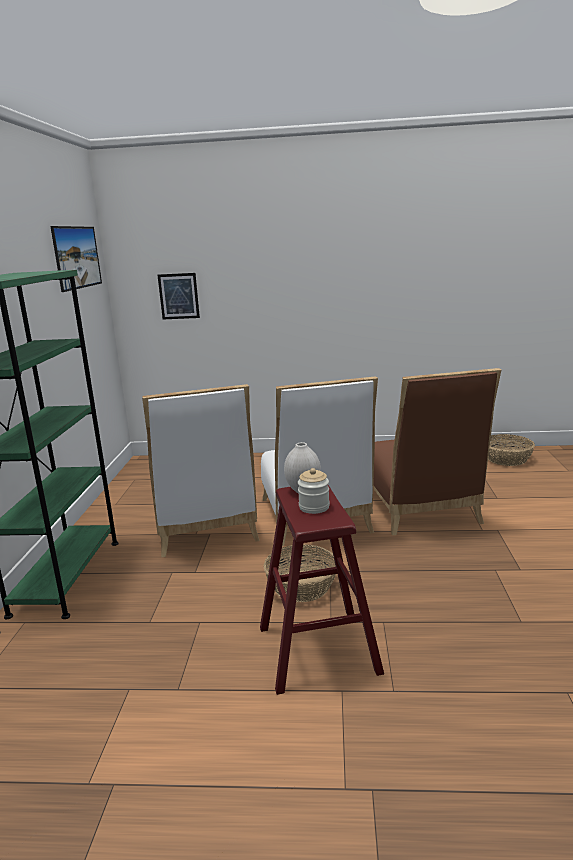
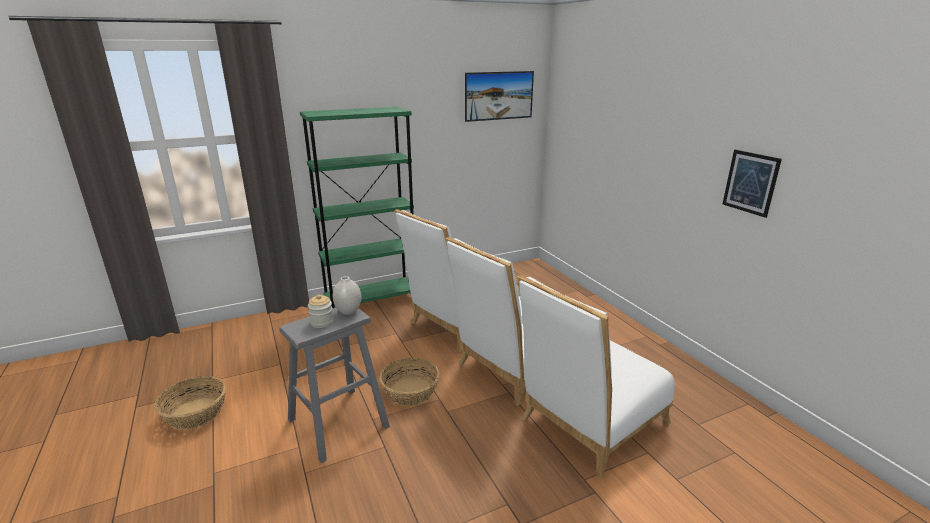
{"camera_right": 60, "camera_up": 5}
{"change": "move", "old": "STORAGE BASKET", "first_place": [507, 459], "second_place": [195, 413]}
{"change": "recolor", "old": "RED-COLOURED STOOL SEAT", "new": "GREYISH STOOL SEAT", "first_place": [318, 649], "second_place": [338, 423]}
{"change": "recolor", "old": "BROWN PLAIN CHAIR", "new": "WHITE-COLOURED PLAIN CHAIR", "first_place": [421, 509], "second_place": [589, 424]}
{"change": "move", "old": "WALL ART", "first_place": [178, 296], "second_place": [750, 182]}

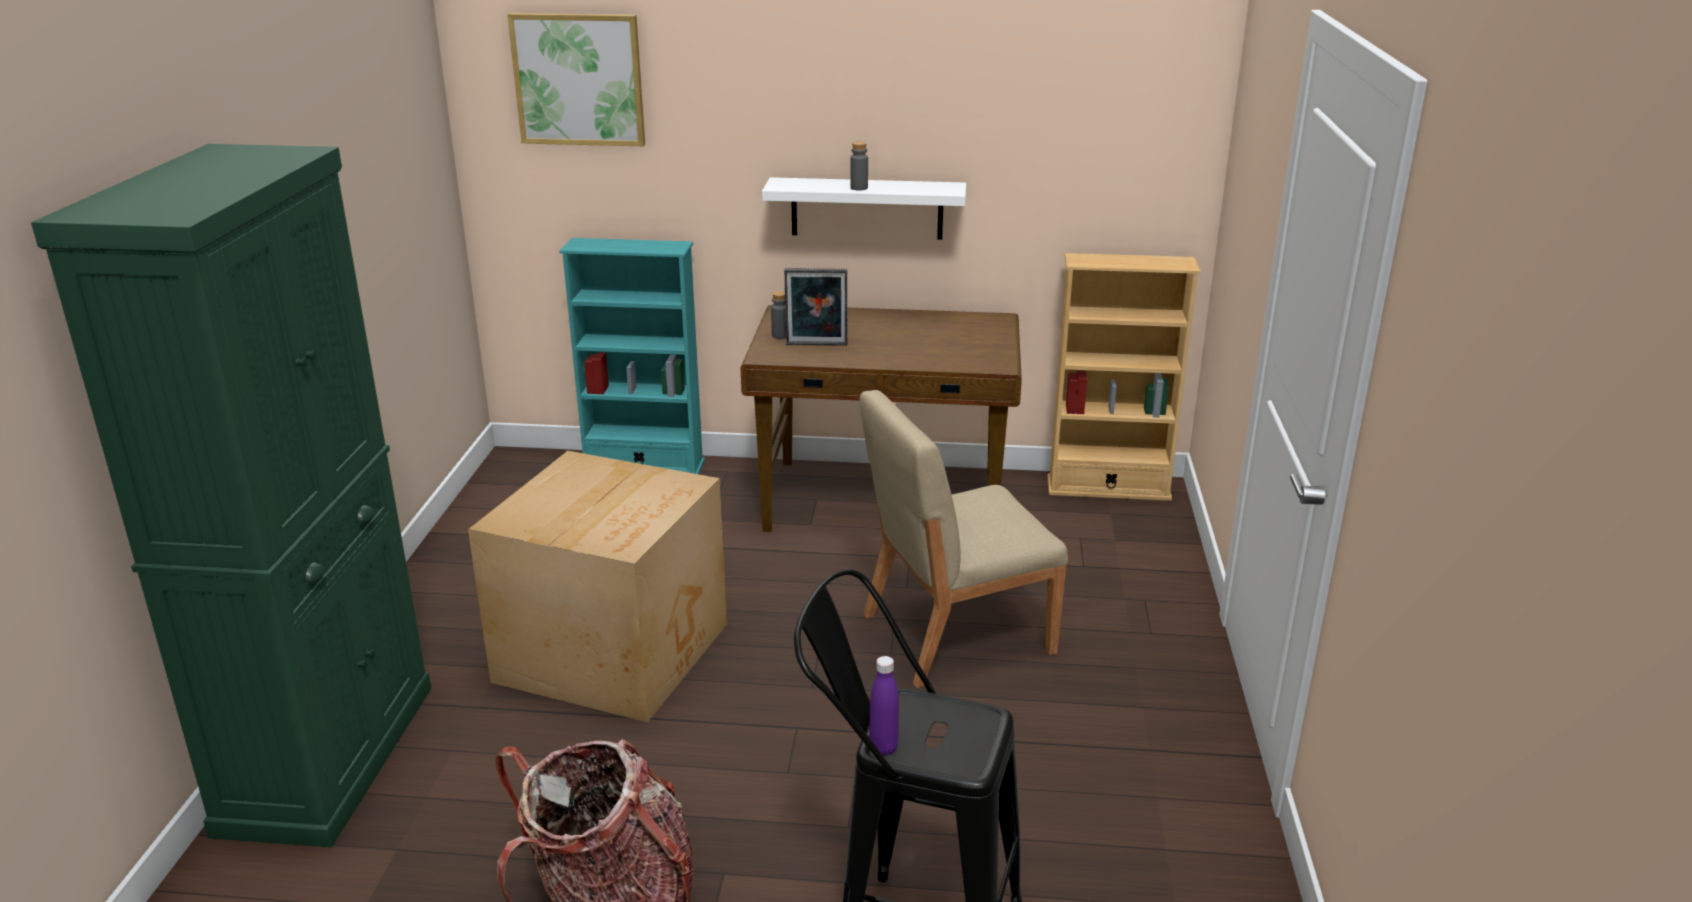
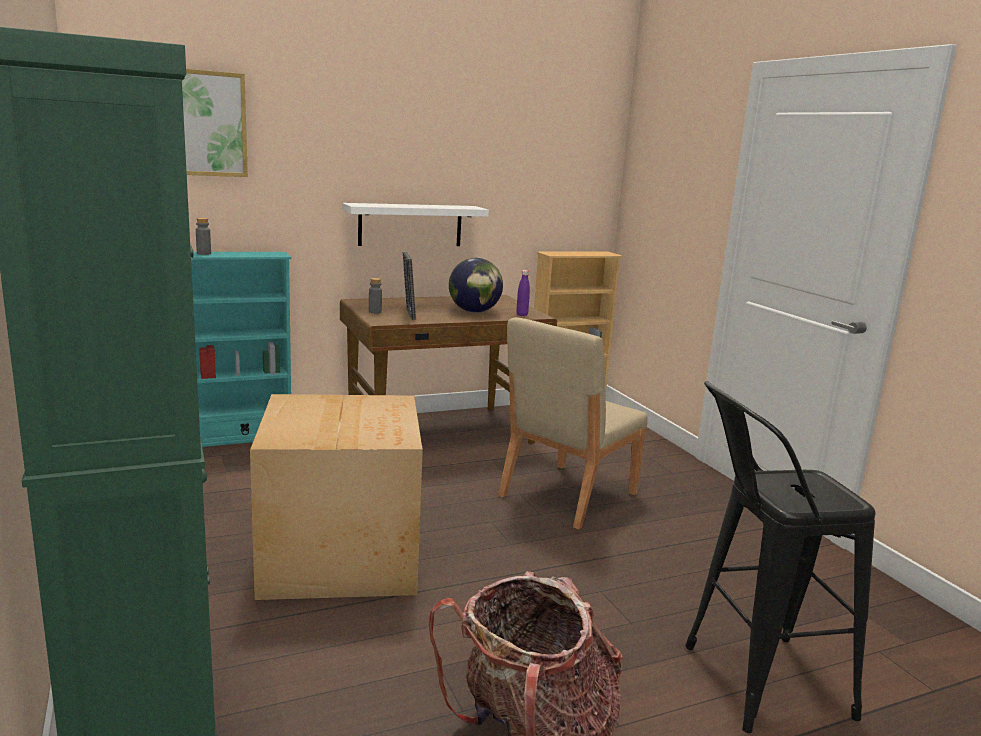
{"camera_right": -30, "camera_up": -10}
{"change": "move", "old": "GREYISH DRINK BOTTLE", "first_place": [859, 188], "second_place": [204, 253]}
{"change": "rotate", "old": "PICTURE FRAME", "first_place": [816, 345], "second_place": [408, 314], "degrees": 105}
{"change": "insert", "new": "GLOBE", "second_place": [474, 311]}
{"change": "move", "old": "PURPLE DRINK BOTTLE", "first_place": [883, 748], "second_place": [522, 315]}

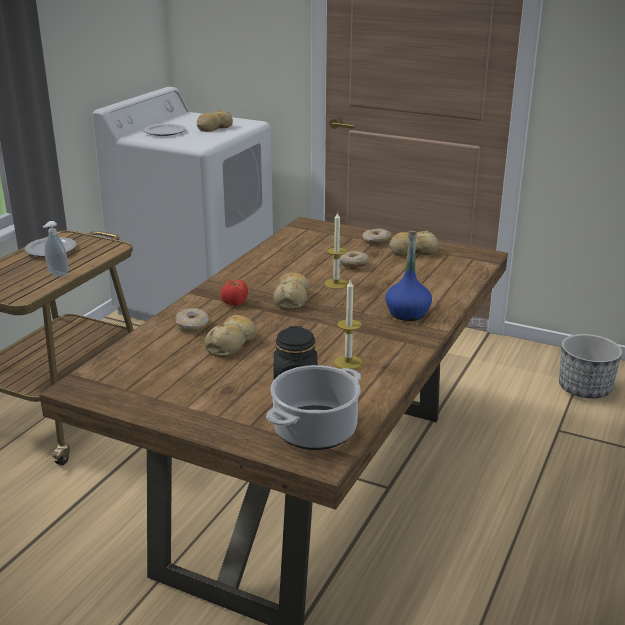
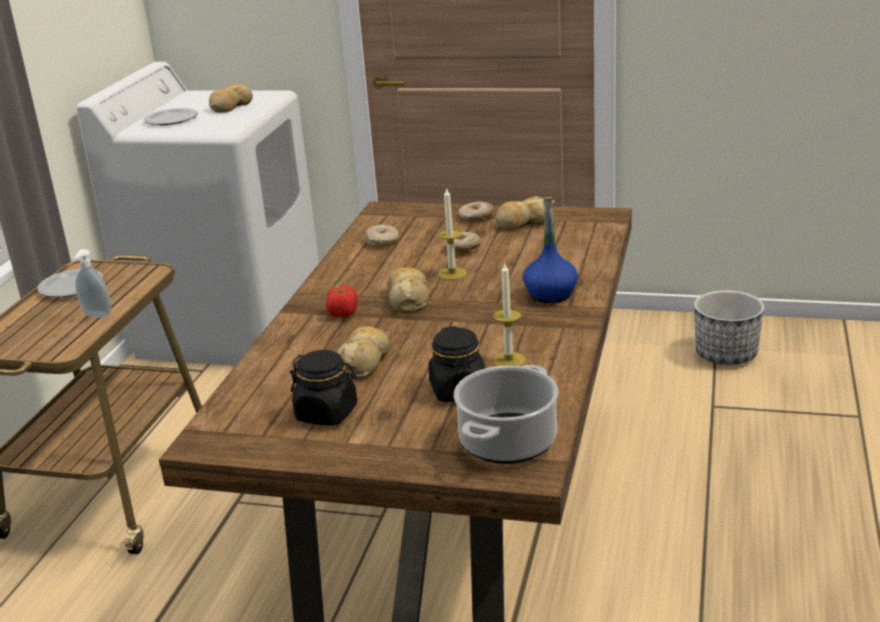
{"camera_right": -10, "camera_up": 0}
{"change": "insert", "new": "BLACK JAR", "second_place": [327, 413]}
{"change": "move", "old": "DOUGHNUT", "first_place": [192, 326], "second_place": [382, 242]}

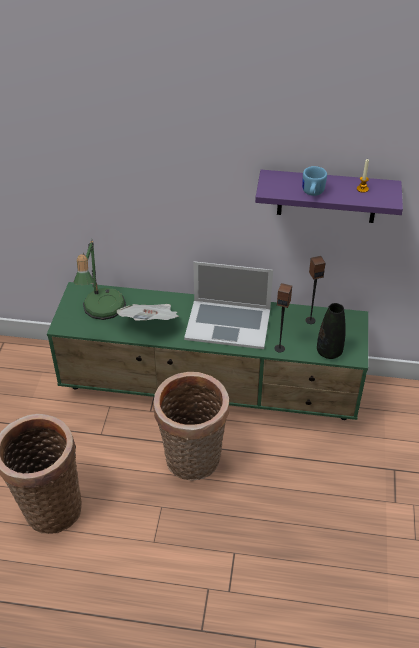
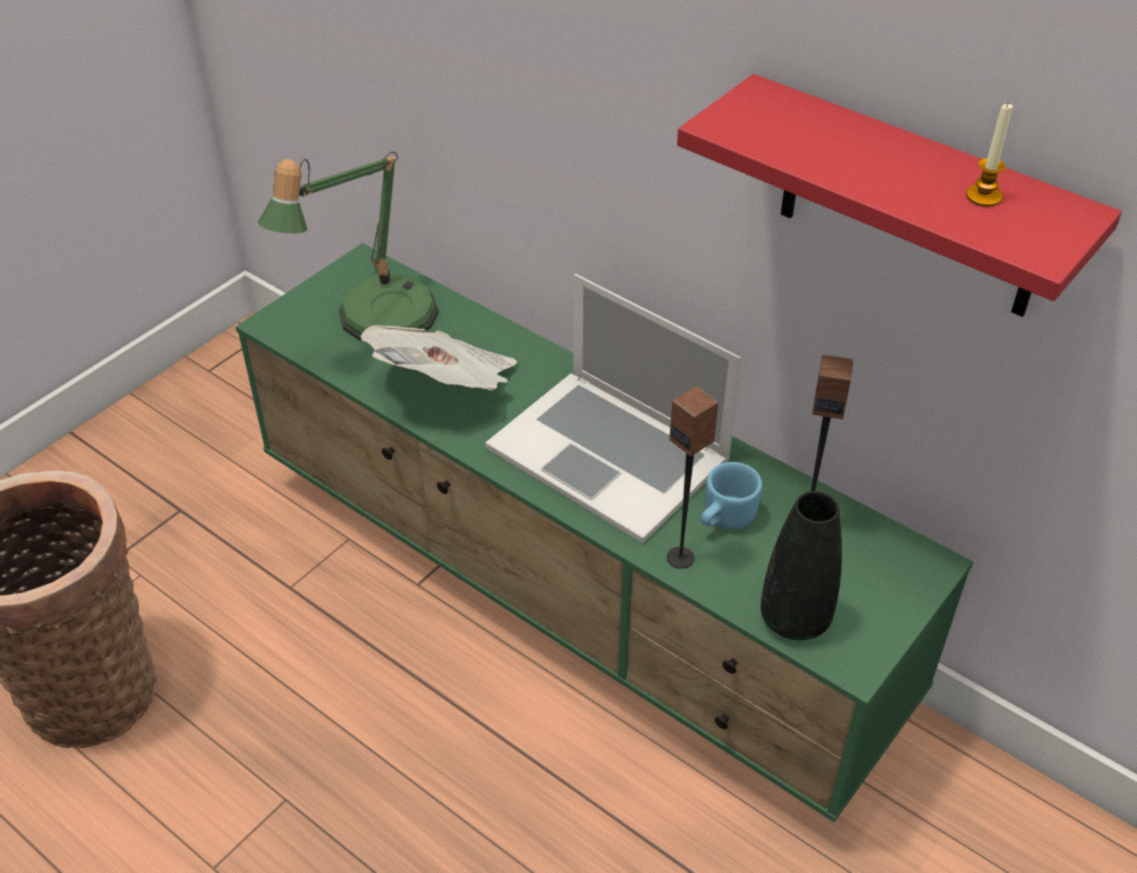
{"camera_right": 30, "camera_up": 0}
{"change": "recolor", "old": "PURPLE SHELF", "new": "RED-COLOURED SHELF", "first_place": [327, 196], "second_place": [911, 201]}
{"change": "move", "old": "BLUE-COLOURED TEA MUG", "first_place": [312, 193], "second_place": [723, 519]}
{"change": "delete", "old": "STORAGE BASKET", "first_place": [193, 461]}

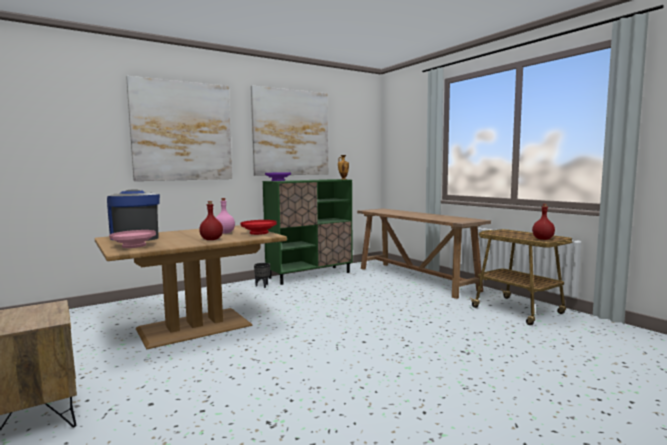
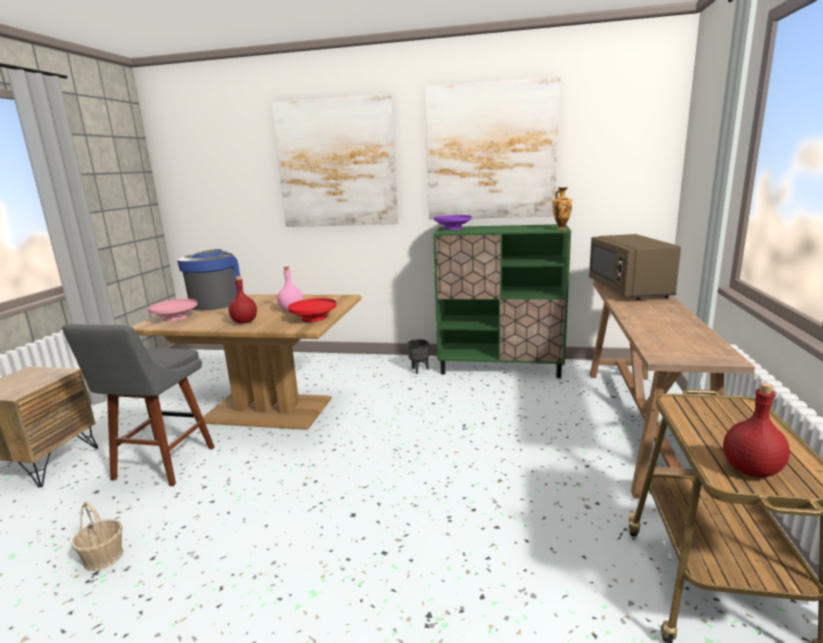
{"camera_right": 45, "camera_up": 10}
{"change": "insert", "new": "GREYISH STOOL SEAT", "second_place": [161, 466]}
{"change": "insert", "new": "STORAGE BASKET", "second_place": [103, 557]}
{"change": "insert", "new": "BROWN MICROWAVE", "second_place": [629, 290]}

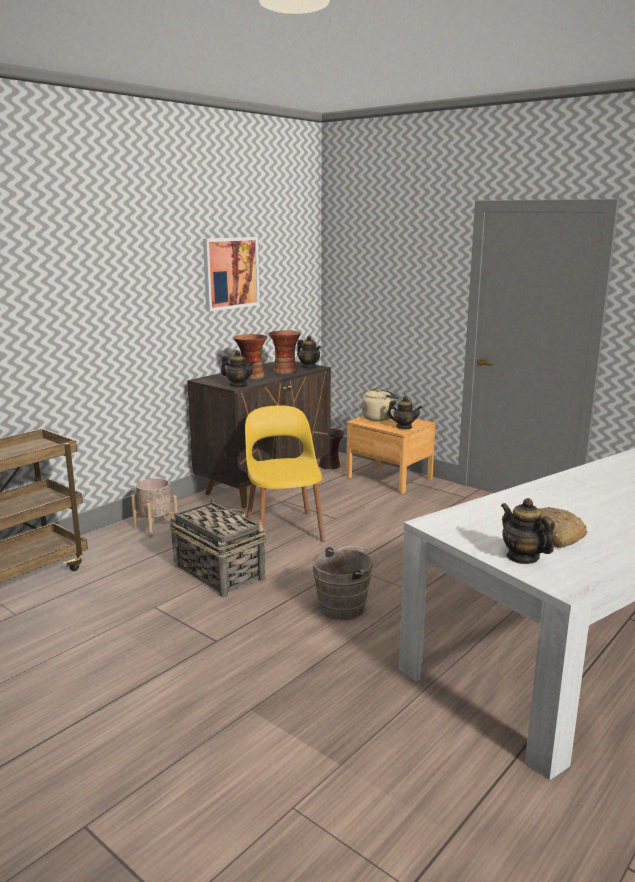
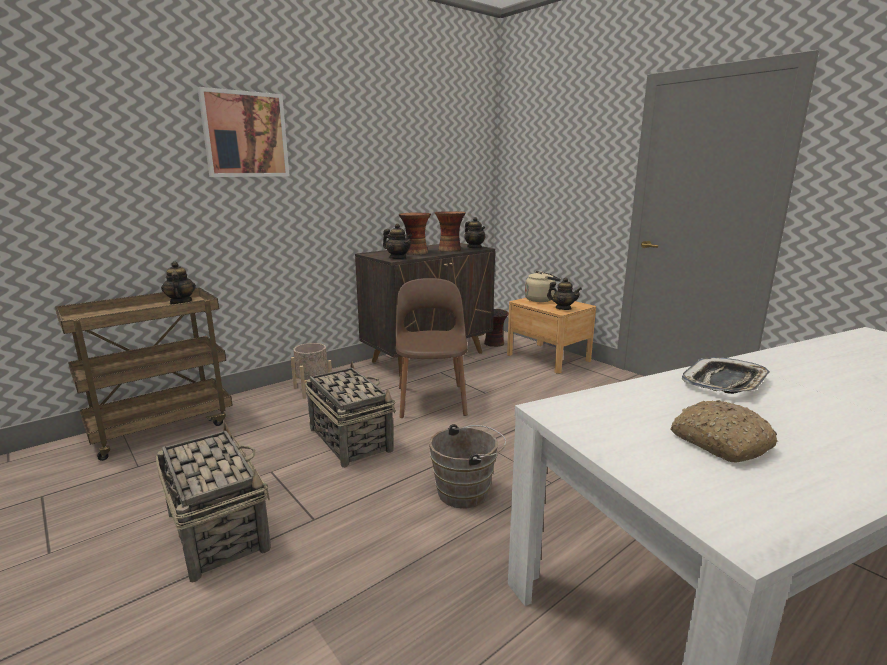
{"camera_right": 10, "camera_up": 0}
{"change": "insert", "new": "STORAGE BASKET", "second_place": [217, 530]}
{"change": "move", "old": "POT FOR TEA", "first_place": [522, 557], "second_place": [180, 302]}
{"change": "move", "old": "WALL ART", "first_place": [230, 273], "second_place": [245, 135]}
{"change": "recolor", "old": "YELLOW-COLOURED PLAIN CHAIR", "new": "BROWN PLAIN CHAIR", "first_place": [284, 529], "second_place": [431, 399]}
{"change": "insert", "new": "TRAY", "second_place": [725, 382]}

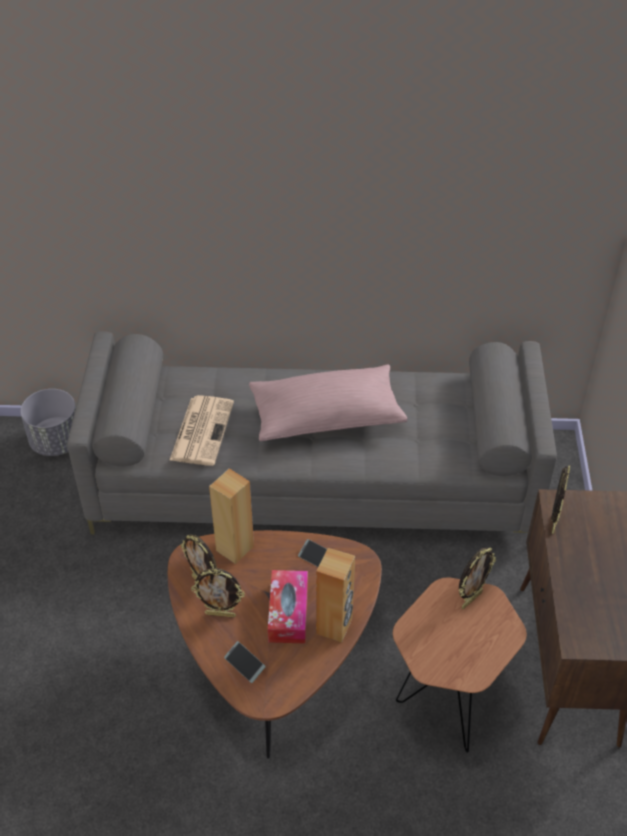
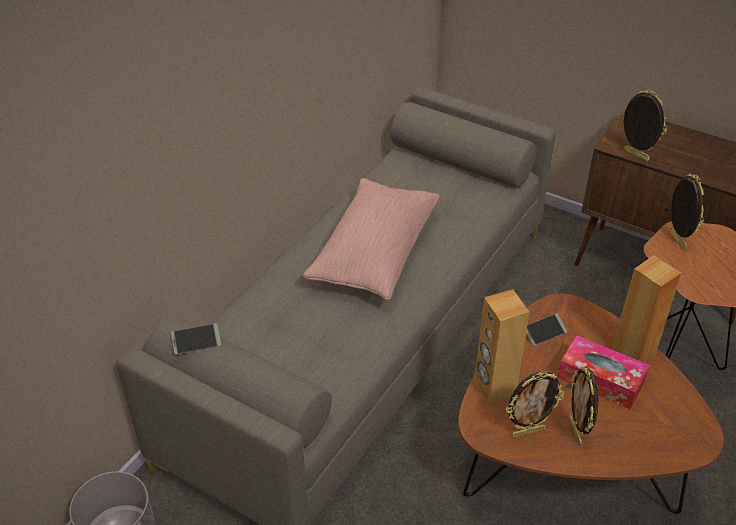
{"camera_right": -60, "camera_up": -5}
{"change": "move", "old": "PHONE", "first_place": [244, 664], "second_place": [196, 342]}
{"change": "rotate", "old": "PICTURE FRAME", "first_place": [221, 614], "second_place": [576, 433], "degrees": 135}
{"change": "delete", "old": "NEWSPAPER", "first_place": [202, 430]}

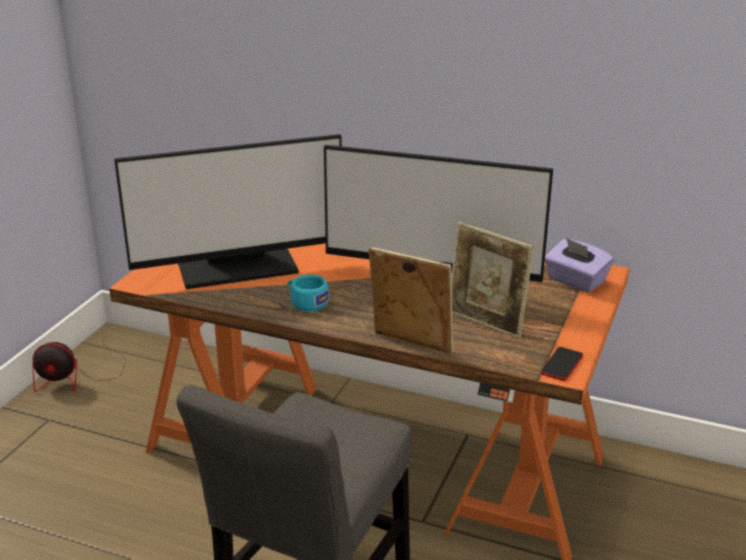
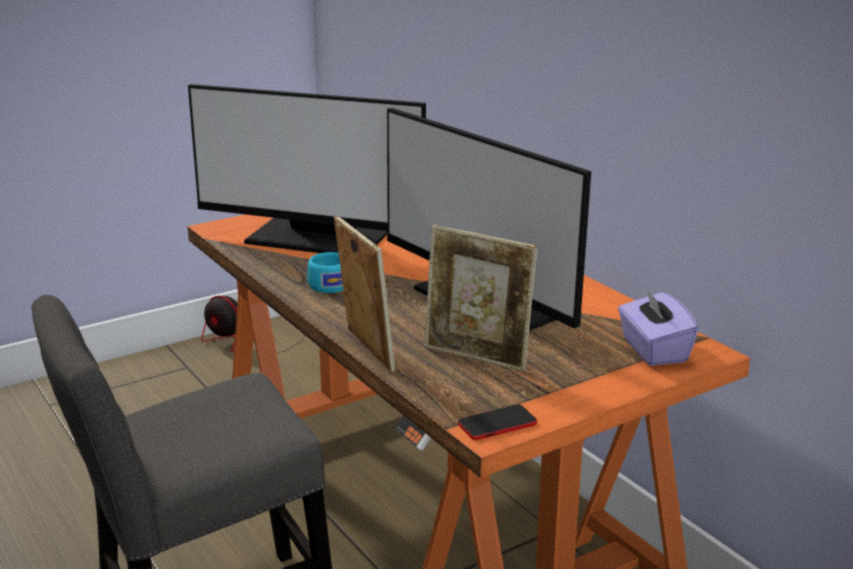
{"camera_right": 35, "camera_up": -5}
{"change": "rotate", "old": "PICTURE FRAME", "first_place": [486, 323], "second_place": [477, 357], "degrees": -45}

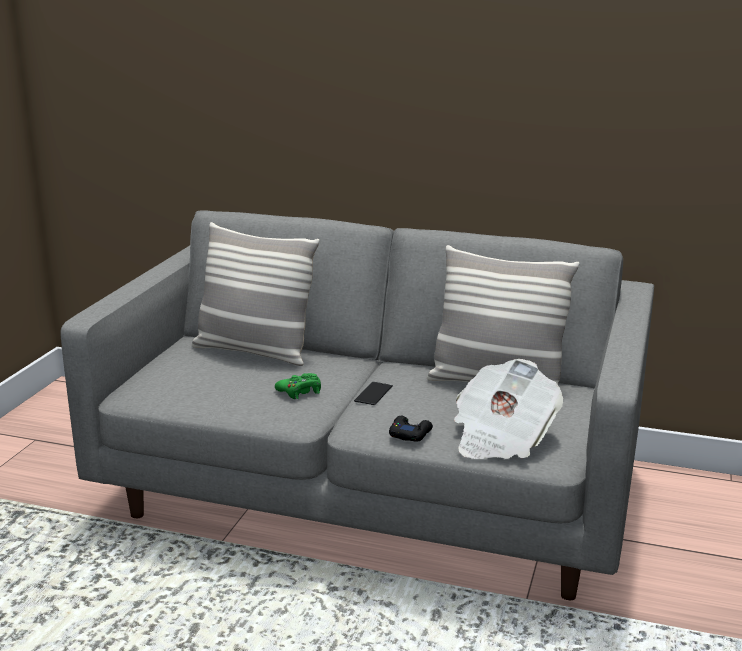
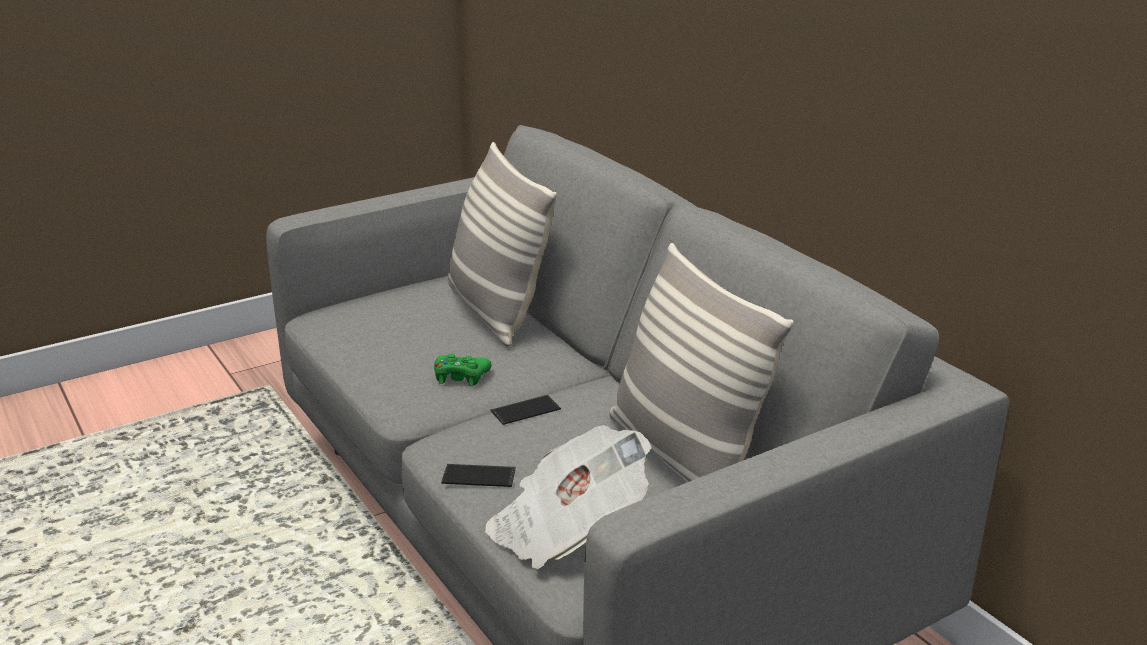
{"camera_right": 40, "camera_up": 5}
{"change": "replace", "old": "BLACK JOYPAD", "new": "PHONE", "first_place": [410, 434], "second_place": [478, 476]}

